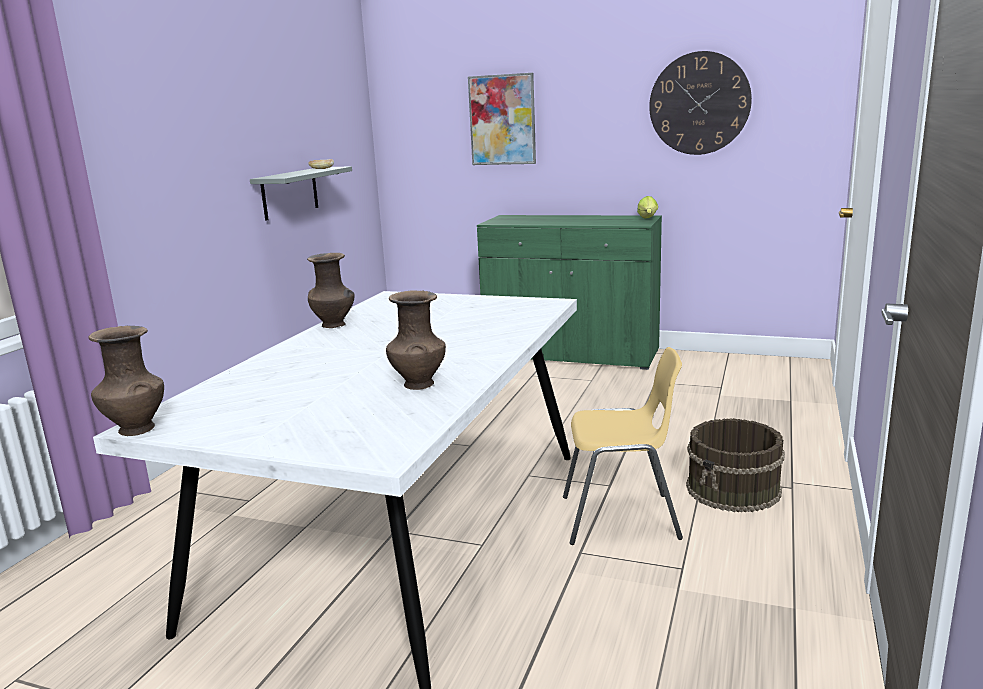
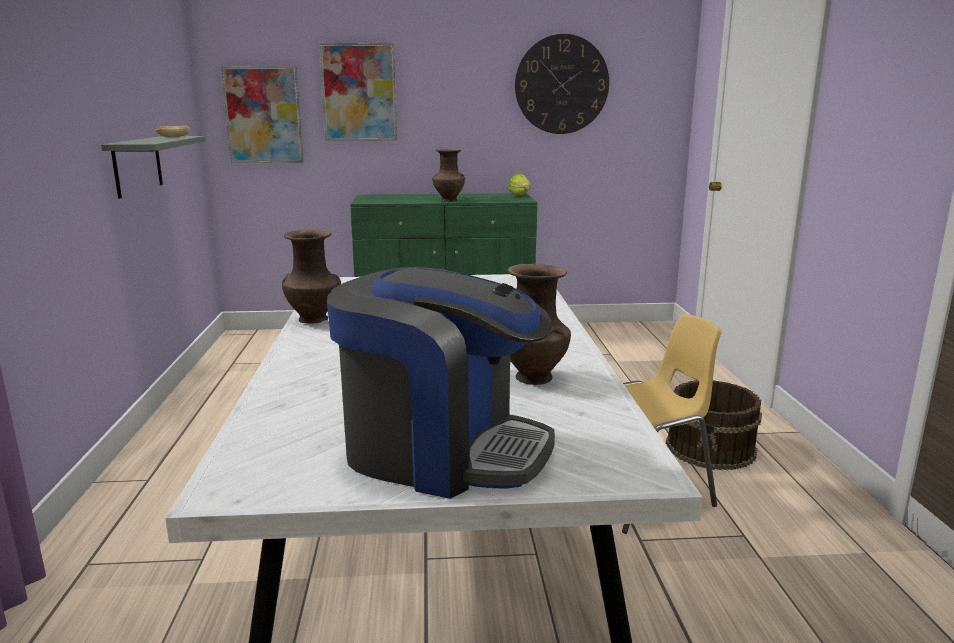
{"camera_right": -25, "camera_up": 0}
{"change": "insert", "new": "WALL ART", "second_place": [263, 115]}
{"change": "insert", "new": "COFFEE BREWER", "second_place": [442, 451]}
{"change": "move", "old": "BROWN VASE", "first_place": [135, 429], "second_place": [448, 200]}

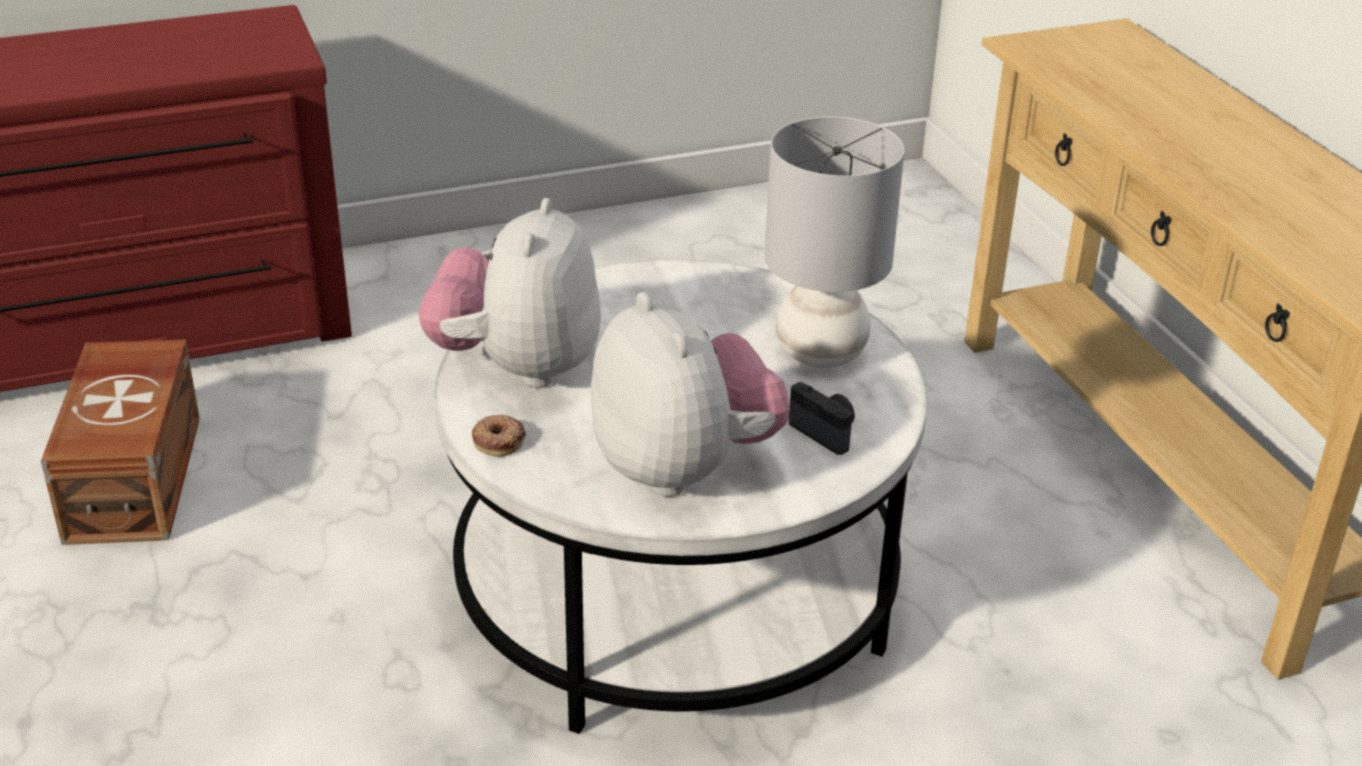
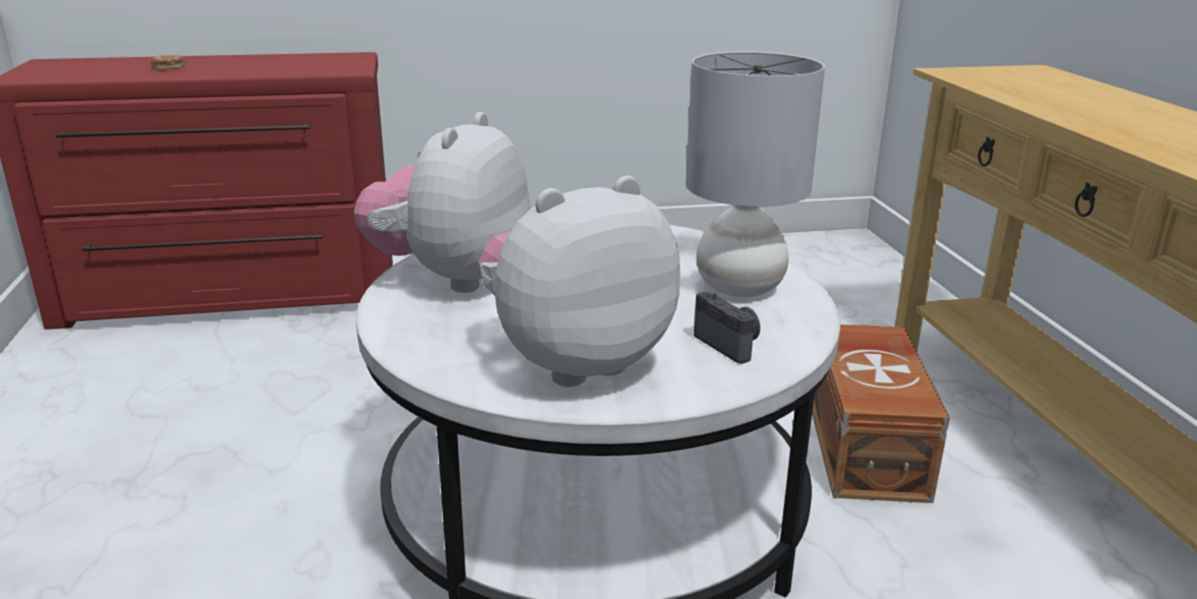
{"camera_right": 10, "camera_up": -10}
{"change": "move", "old": "DOUGHNUT", "first_place": [499, 440], "second_place": [169, 67]}
{"change": "rotate", "old": "PLUSH TOY", "first_place": [683, 469], "second_place": [574, 362], "degrees": -105}
{"change": "move", "old": "BROWN STORAGE BIN", "first_place": [138, 476], "second_place": [867, 444]}

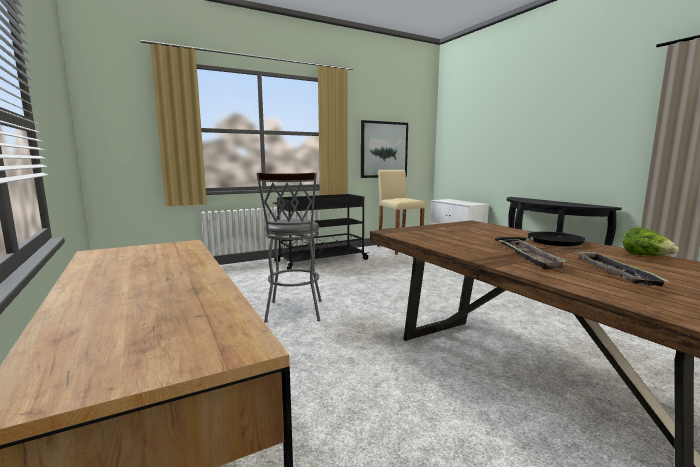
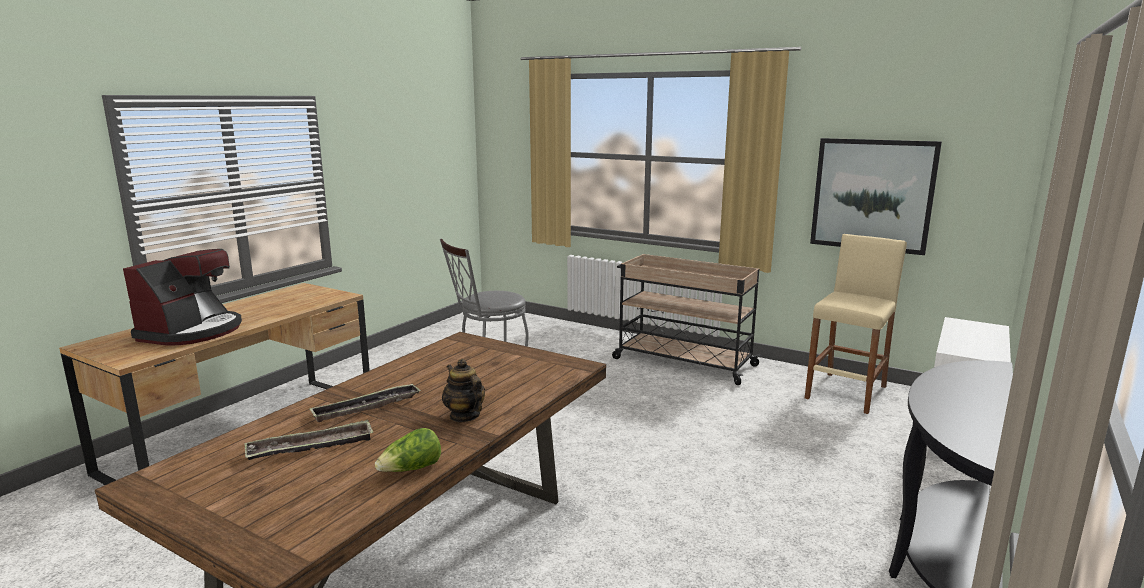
{"camera_right": 60, "camera_up": 5}
{"change": "insert", "new": "COFFEE BREWER", "second_place": [192, 331]}
{"change": "replace", "old": "BLACK SKILLET", "new": "POT FOR TEA", "first_place": [550, 242], "second_place": [464, 416]}
{"change": "recolor", "old": "BLACK WHEELED CART", "new": "SAND-COLOURED WHEELED CART", "first_place": [321, 261], "second_place": [682, 362]}

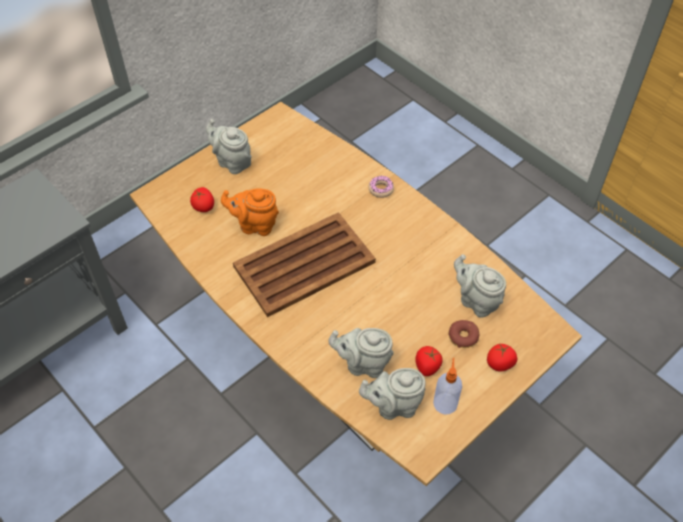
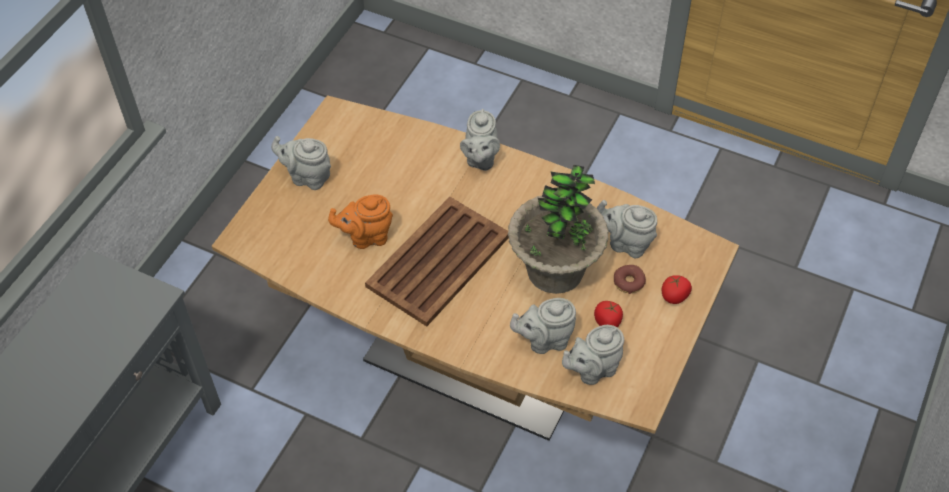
{"camera_right": -20, "camera_up": 0}
{"change": "replace", "old": "DOUGHNUT", "new": "GREYISH POT FOR TEA", "first_place": [381, 189], "second_place": [480, 159]}
{"change": "insert", "new": "POTTED PLANT", "second_place": [555, 271]}
{"change": "delete", "old": "WHOLE TOMATO", "first_place": [203, 207]}
{"change": "delete", "old": "LIQUID SOAP BOTTLE", "first_place": [445, 402]}

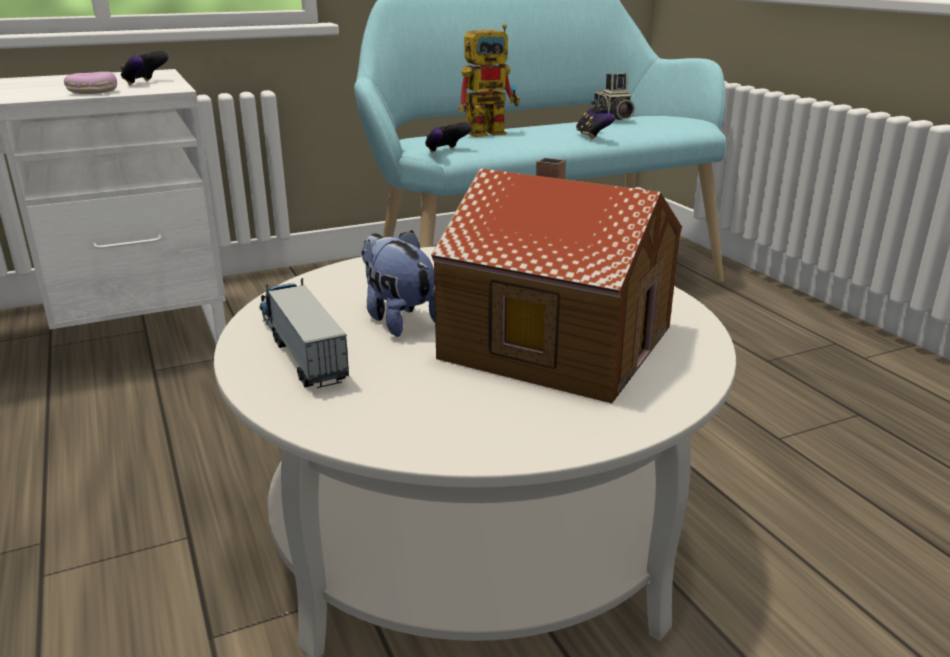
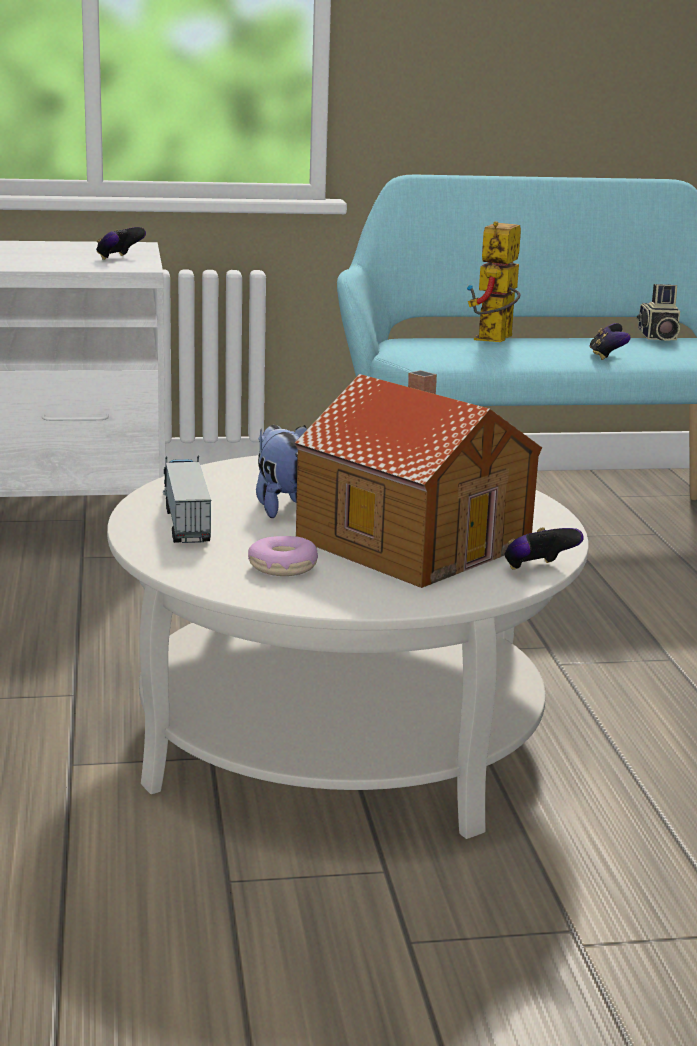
{"camera_right": 15, "camera_up": -5}
{"change": "move", "old": "DOUGHNUT", "first_place": [93, 92], "second_place": [283, 567]}
{"change": "rotate", "old": "MODEL ROBOT", "first_place": [492, 132], "second_place": [494, 340], "degrees": 120}
{"change": "move", "old": "JOYPAD", "first_place": [446, 151], "second_place": [537, 570]}

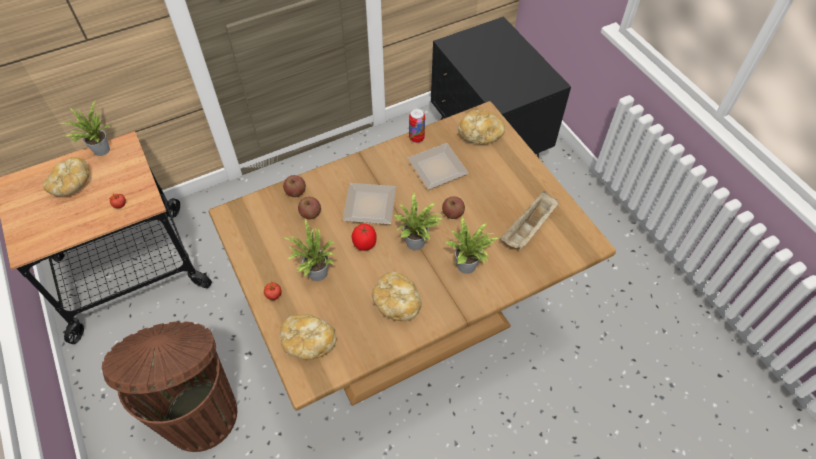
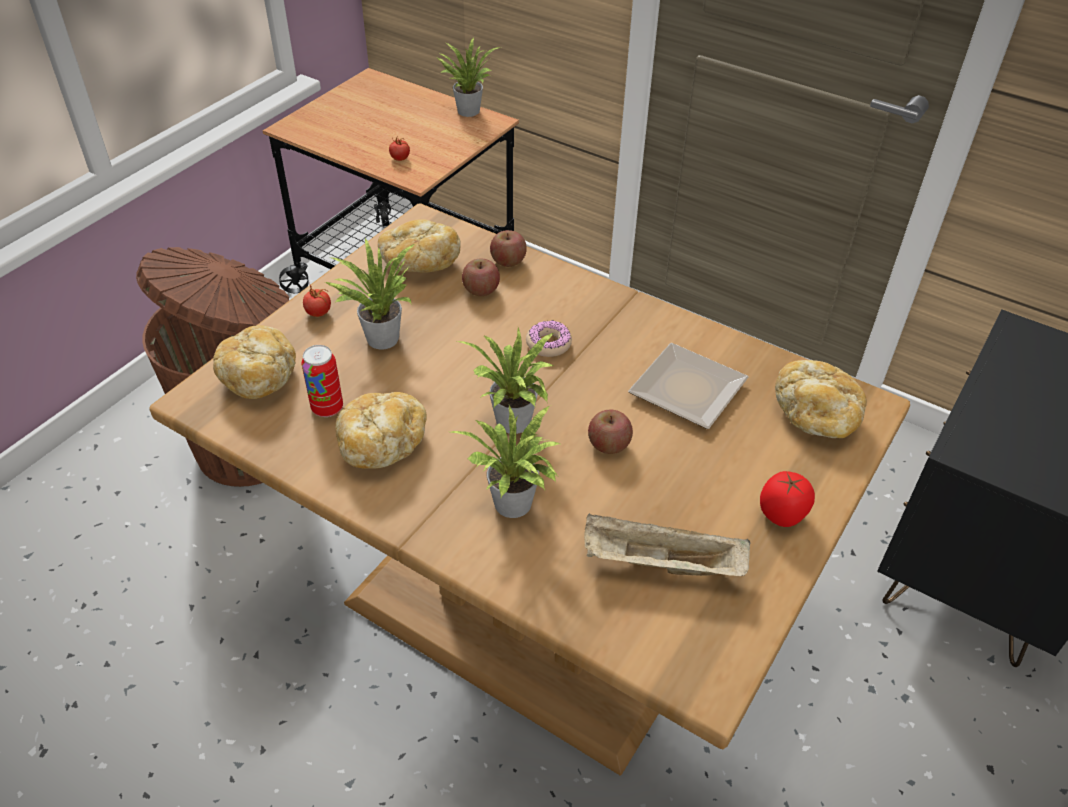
{"camera_right": 60, "camera_up": -10}
{"change": "move", "old": "SEALED CAN", "first_place": [416, 138], "second_place": [327, 408]}
{"change": "move", "old": "BAKED BREAD", "first_place": [71, 185], "second_place": [419, 263]}
{"change": "replace", "old": "FLAT DISH", "new": "DOUGHNUT", "first_place": [372, 204], "second_place": [548, 344]}
{"change": "move", "old": "WHOLE TOMATO", "first_place": [365, 244], "second_place": [782, 515]}

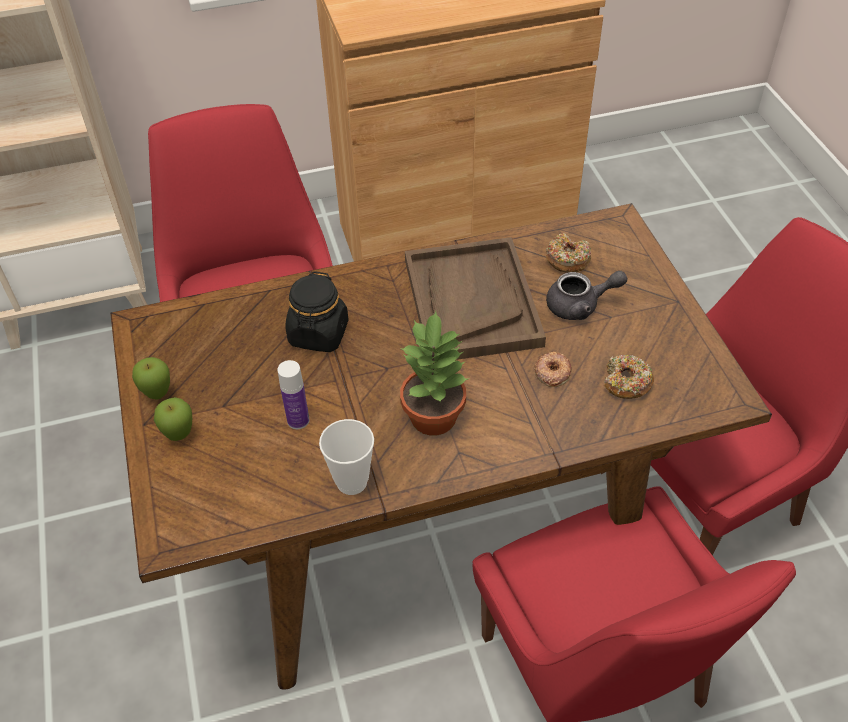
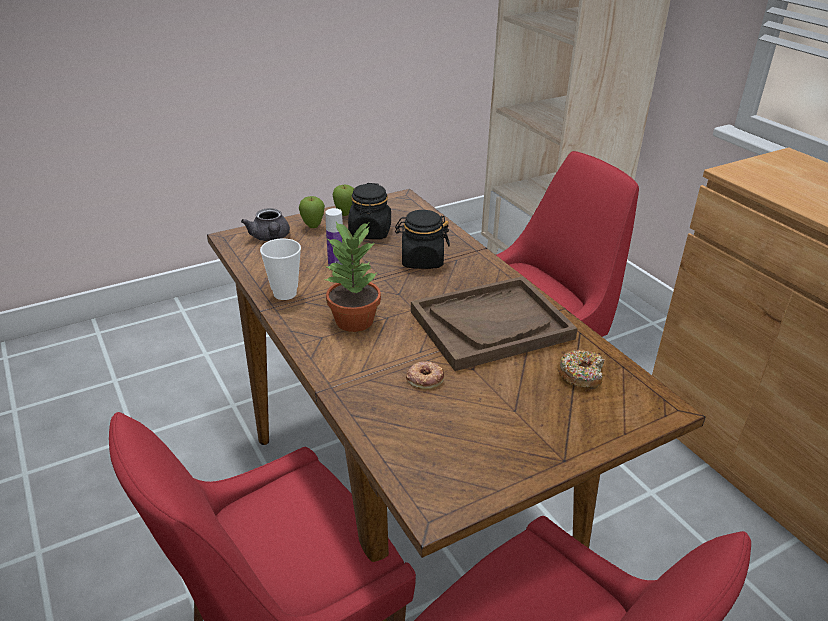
{"camera_right": 75, "camera_up": -15}
{"change": "move", "old": "GREYISH POT FOR TEA", "first_place": [580, 306], "second_place": [270, 238]}
{"change": "insert", "new": "BLACK JAR", "second_place": [370, 232]}
{"change": "delete", "old": "DOUGHNUT", "first_place": [626, 383]}

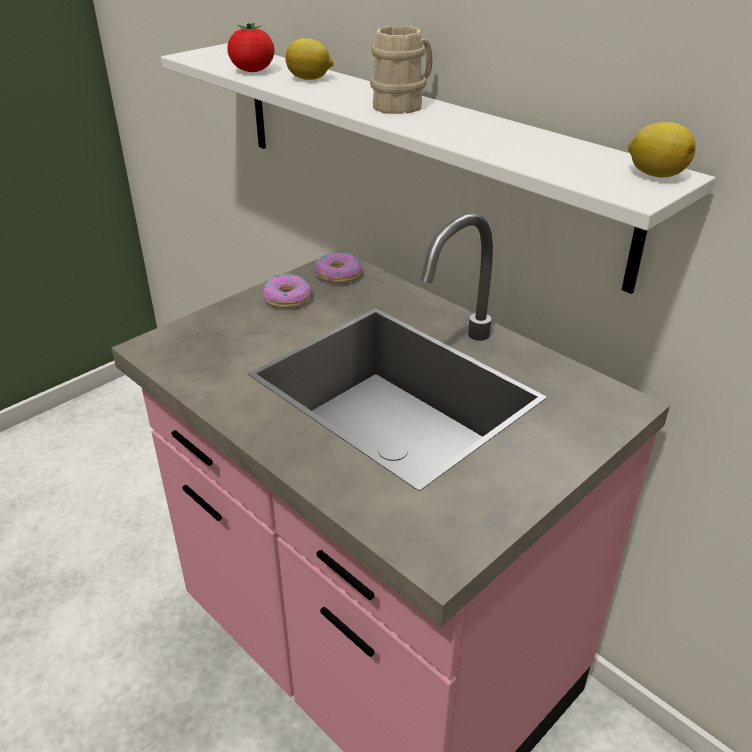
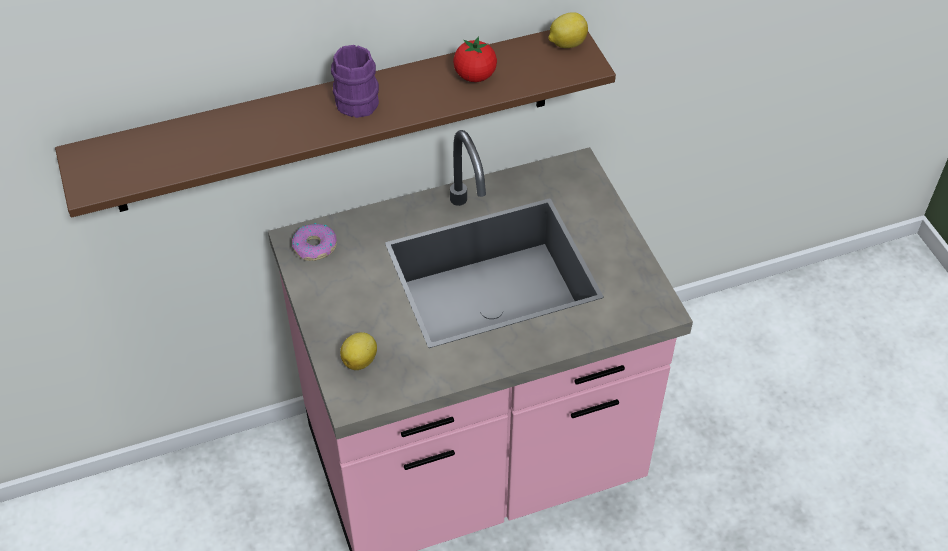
{"camera_right": -65, "camera_up": 15}
{"change": "recolor", "old": "WHITE-COLOURED SHELF", "new": "BROWN SHELF", "first_place": [414, 152], "second_place": [335, 119]}
{"change": "recolor", "old": "SAND-COLOURED TEA MUG", "new": "PURPLE TEA MUG", "first_place": [403, 104], "second_place": [355, 98]}
{"change": "move", "old": "CITRUS FRUIT", "first_place": [310, 79], "second_place": [360, 360]}
{"change": "move", "old": "WHOLE TOMATO", "first_place": [252, 71], "second_place": [475, 76]}
{"change": "delete", "old": "DOUGHNUT", "first_place": [287, 298]}

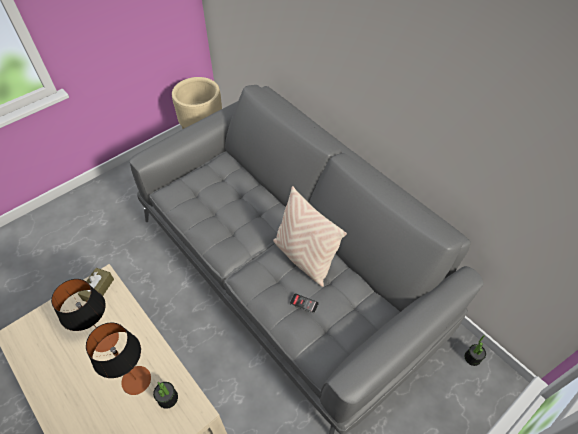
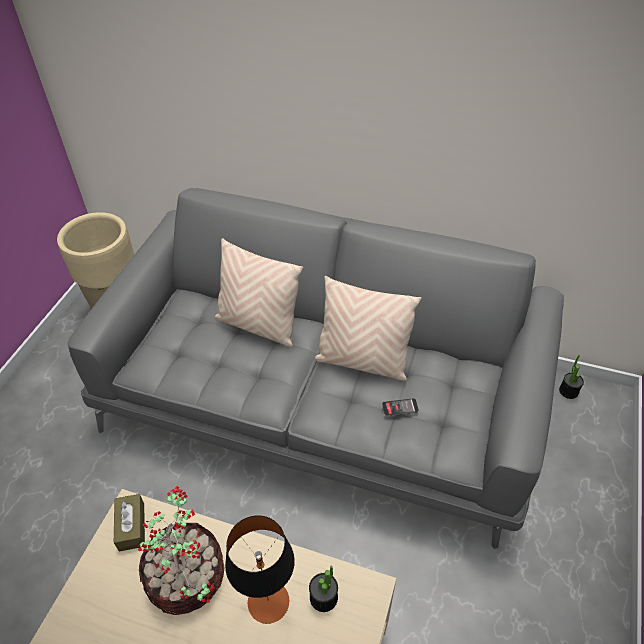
{"camera_right": -30, "camera_up": -5}
{"change": "replace", "old": "TABLETOP LAMP", "new": "POTTED PLANT", "first_place": [104, 339], "second_place": [188, 579]}
{"change": "insert", "new": "SAND-COLOURED PILLOW", "second_place": [258, 325]}

